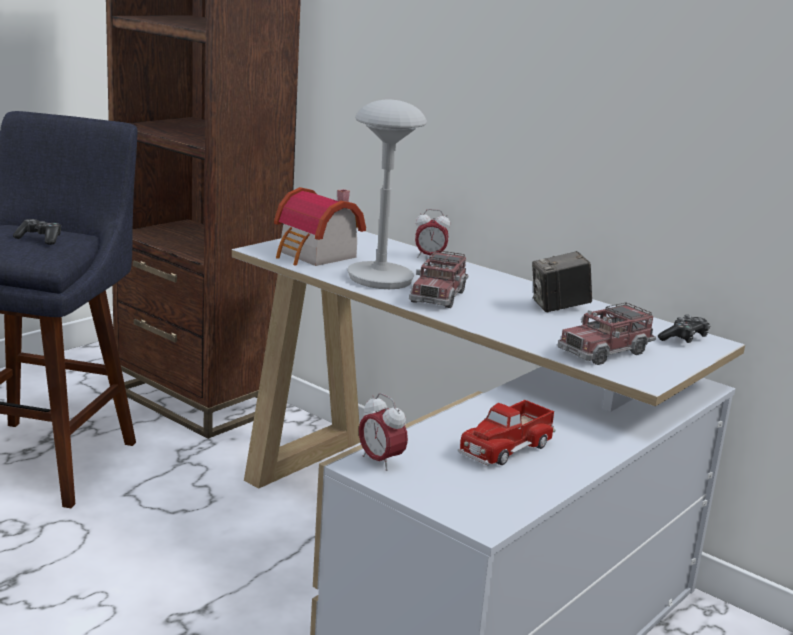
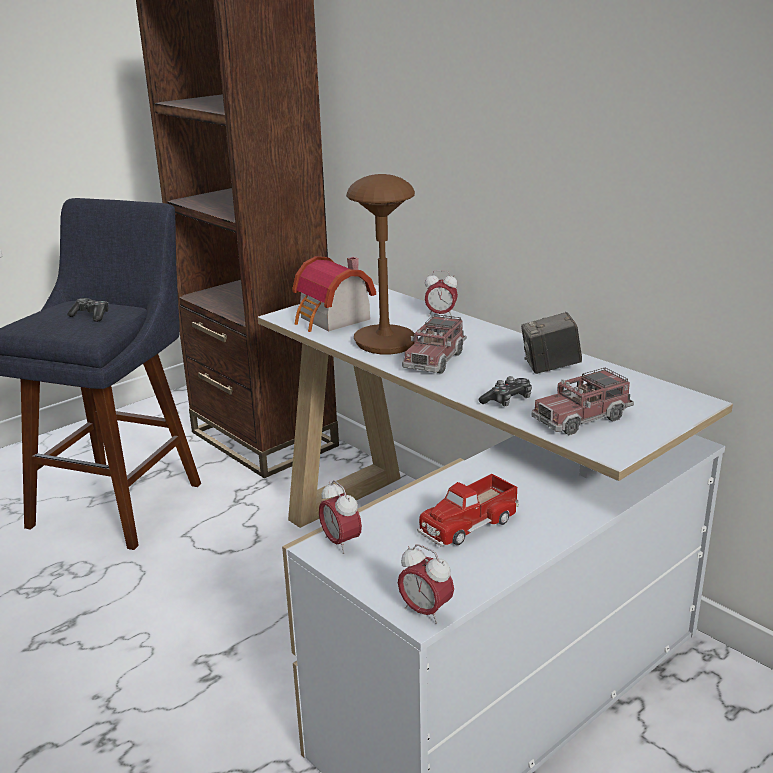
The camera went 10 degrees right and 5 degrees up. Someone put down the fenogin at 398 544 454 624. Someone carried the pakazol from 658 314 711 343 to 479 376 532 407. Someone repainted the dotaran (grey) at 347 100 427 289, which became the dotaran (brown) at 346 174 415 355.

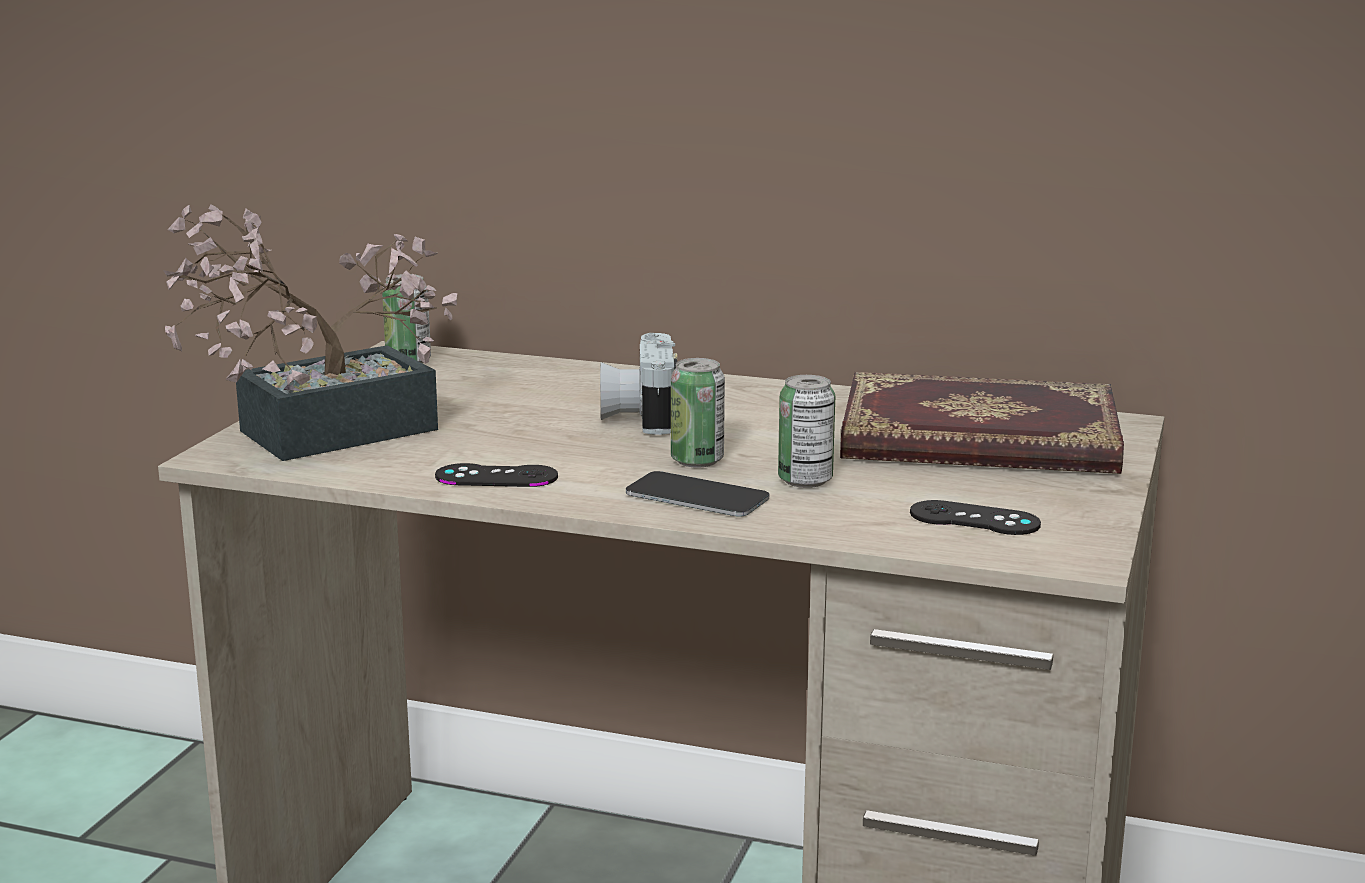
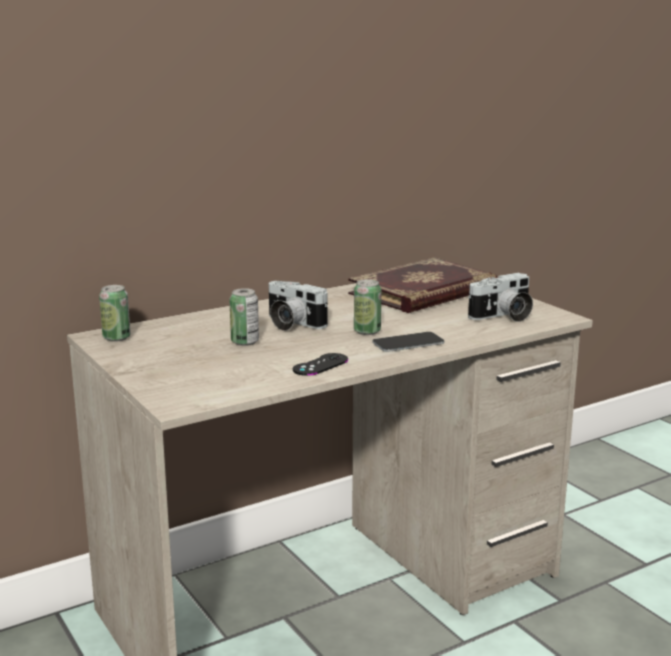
The camera went 50 degrees left and 0 degrees up. Someone took away the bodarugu at 163 204 457 461. Someone carried the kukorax from 778 375 835 488 to 229 288 259 346. Someone swapped the pakazol (black) at 910 500 1041 535 for the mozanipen at 468 273 533 322.

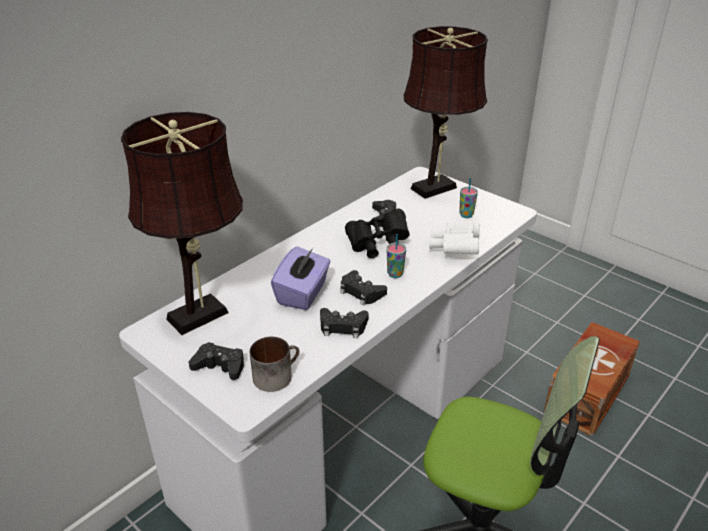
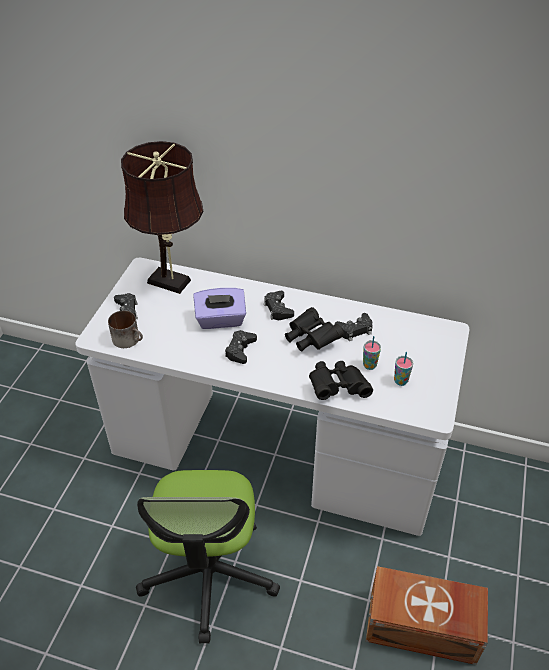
The camera went 65 degrees right and 10 degrees up. Someone took away the dotaran (brown) at 404 26 488 199. Someone carried the pakazol (black) from 320 308 369 338 to 264 291 294 320. Someone carried the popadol from 387 234 406 278 to 363 336 381 370. Someone repainted the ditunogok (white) at 429 222 479 254, which became the ditunogok (black) at 309 361 373 400.

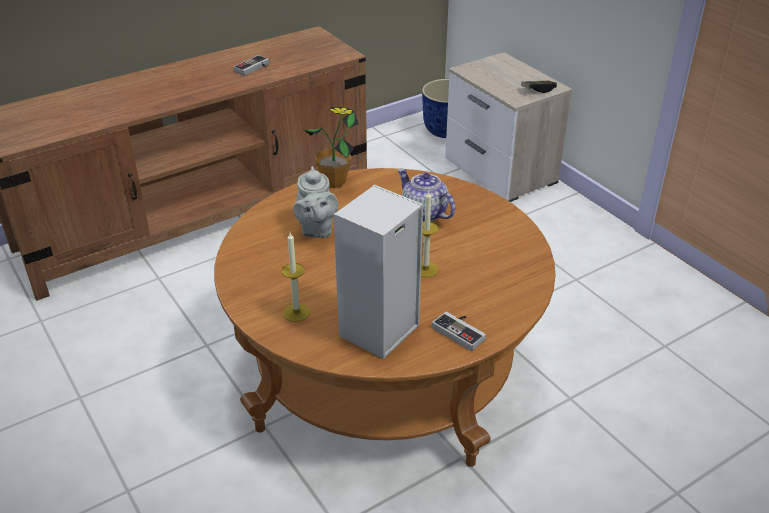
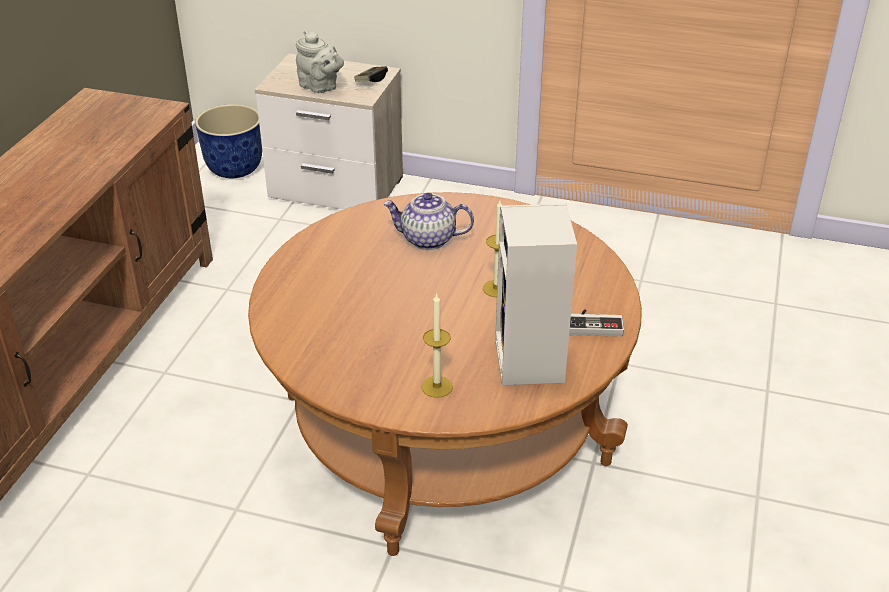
The camera went 40 degrees left and 0 degrees up. Someone took away the pakazol at 233 55 270 76. Someone took away the bodarugu at 303 107 359 188. Someone carried the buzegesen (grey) from 293 166 338 238 to 296 30 344 93.

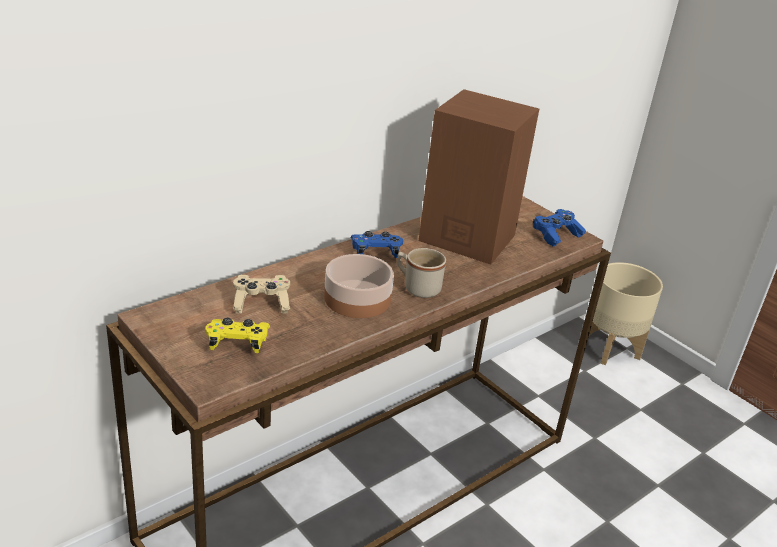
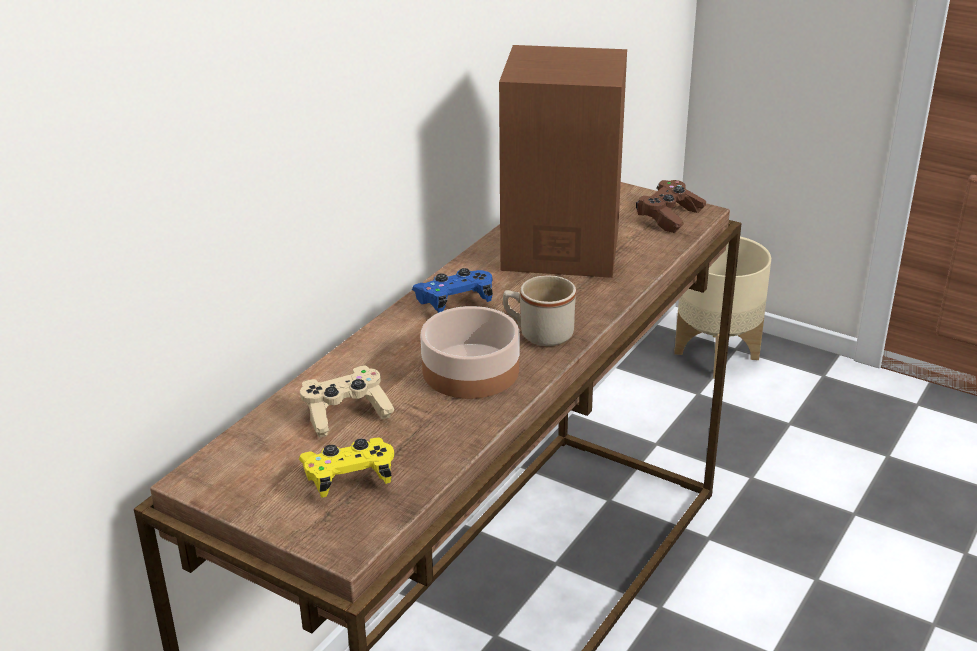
The camera went 15 degrees left and 0 degrees up. Someone repainted the pakazol (blue) at 533 209 586 246, which became the pakazol (brown) at 636 180 706 233.

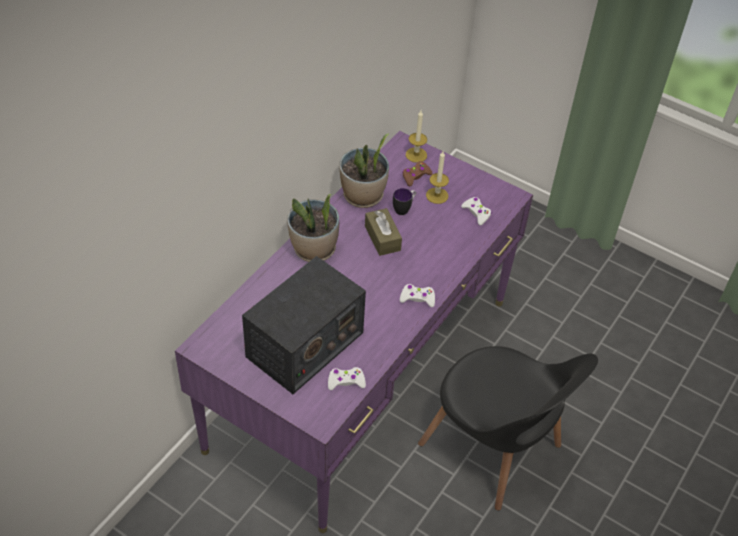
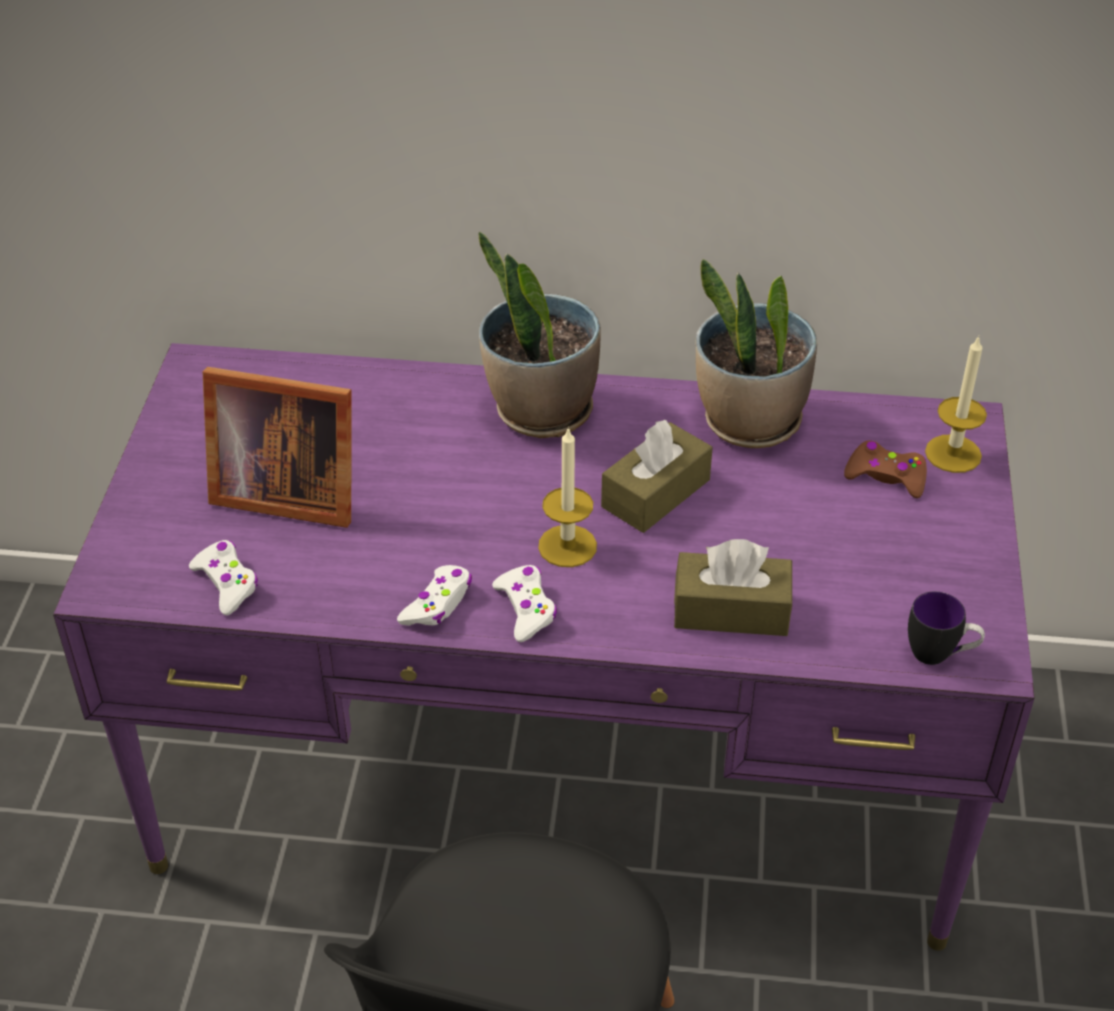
The camera went 65 degrees right and 5 degrees down. Someone put down the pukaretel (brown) at 674 539 792 636. Someone carried the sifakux from 393 188 416 215 to 908 591 985 665. Someone carried the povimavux from 426 151 449 204 to 538 427 597 567. Someone carried the pakazol (white) from 461 197 492 226 to 397 565 472 626. Someone swapped the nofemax at 242 256 366 394 for the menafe at 203 367 352 528.

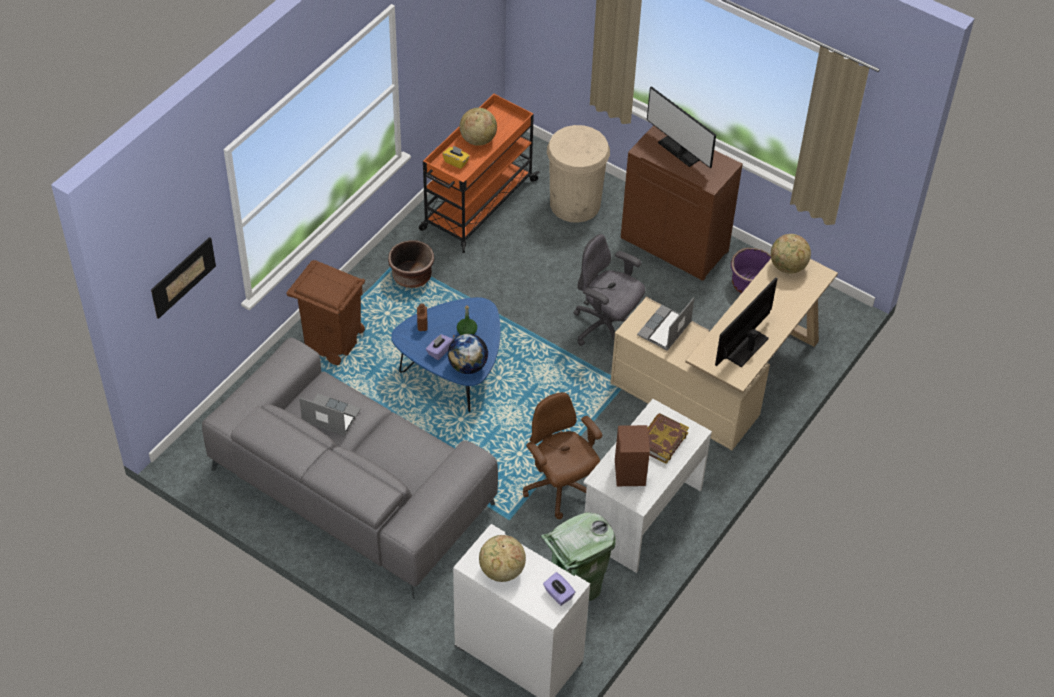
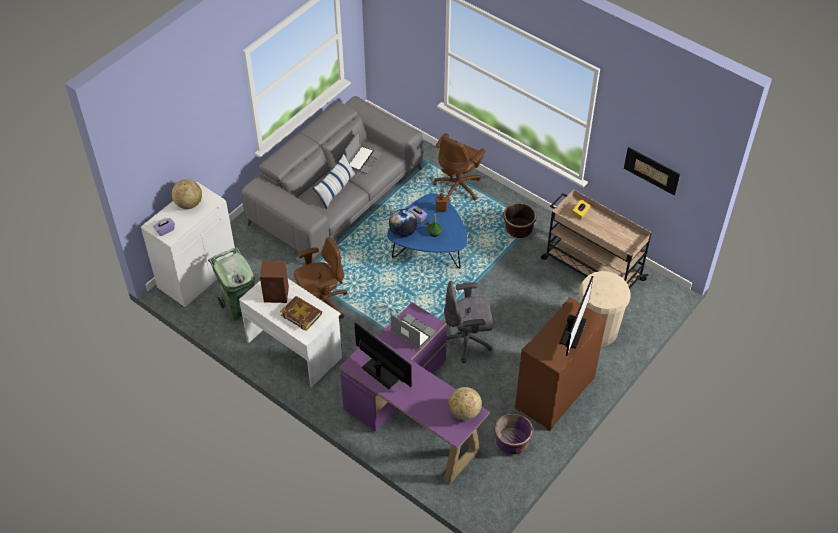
The camera went 95 degrees right and 0 degrees up. Someone took away the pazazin at 460 108 497 146. Someone put down the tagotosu at 313 153 356 209. Someone carried the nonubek from 151 237 216 319 to 624 147 680 196. Someone swapped the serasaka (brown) at 286 260 365 365 for the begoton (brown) at 433 133 486 203. Someone repainted the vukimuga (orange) at 419 94 540 253, which became the vukimuga (beige) at 541 189 652 289. Someone repainted the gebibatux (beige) at 610 259 838 451, which became the gebibatux (purple) at 339 302 490 485. Someone rotated the begoton (grey) at 574 234 645 346 by 135 degrees counterclockwise. Someone rotated the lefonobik at 647 86 716 168 by 150 degrees clockwise.

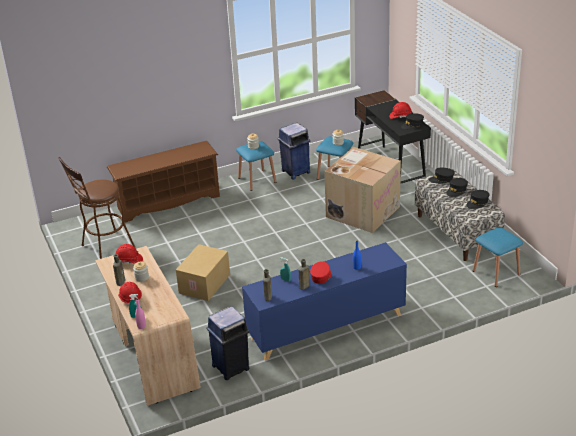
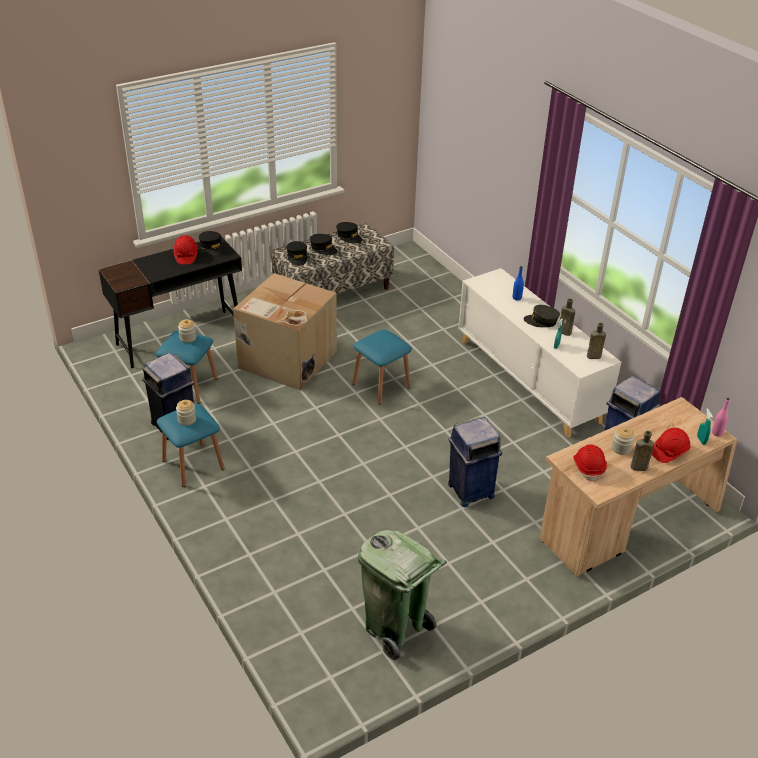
The camera went 100 degrees left and 5 degrees up. Someone took away the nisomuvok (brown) at 107 141 220 223. Someone carried the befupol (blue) from 473 227 523 287 to 353 329 412 405. Someone swapped the befupol (brown) at 58 157 135 259 for the serasaka (green) at 358 530 447 662. Someone swapped the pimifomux at 176 244 230 301 for the serasaka (blue) at 448 417 502 507. Someone repainted the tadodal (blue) at 242 242 407 361, which became the tadodal (white) at 458 268 621 438. Someone repainted the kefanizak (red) at 310 261 331 284, which became the kefanizak (grey) at 524 305 560 327.

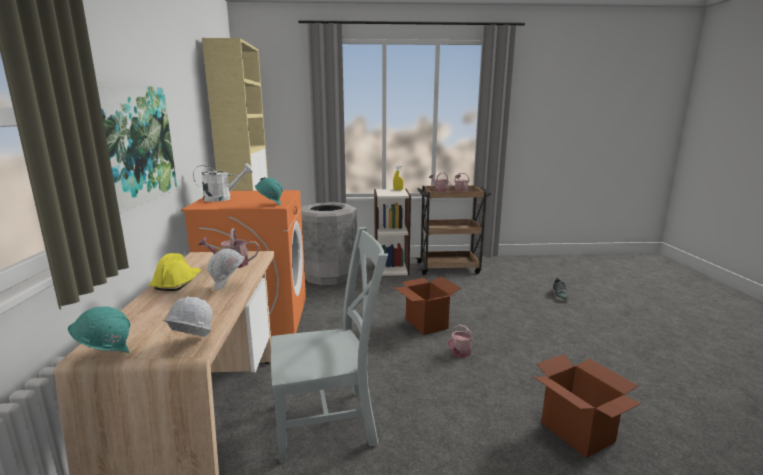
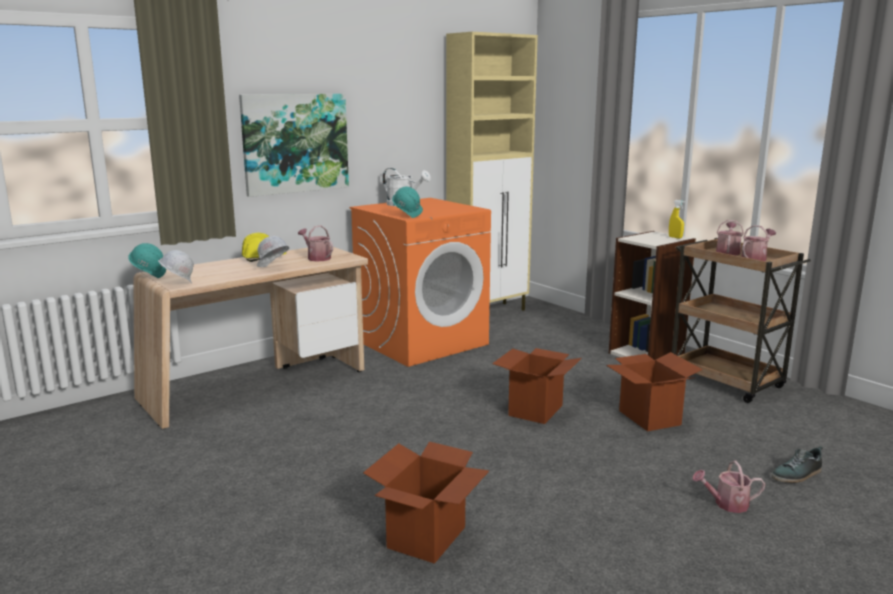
The camera went 55 degrees right and 0 degrees up. Someone took away the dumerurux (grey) at 271 227 388 463. Someone took away the serasaka (grey) at 301 202 357 285. Someone put down the pimifomux at 606 352 702 431. Someone carried the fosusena from 447 324 473 358 to 692 461 765 513.

